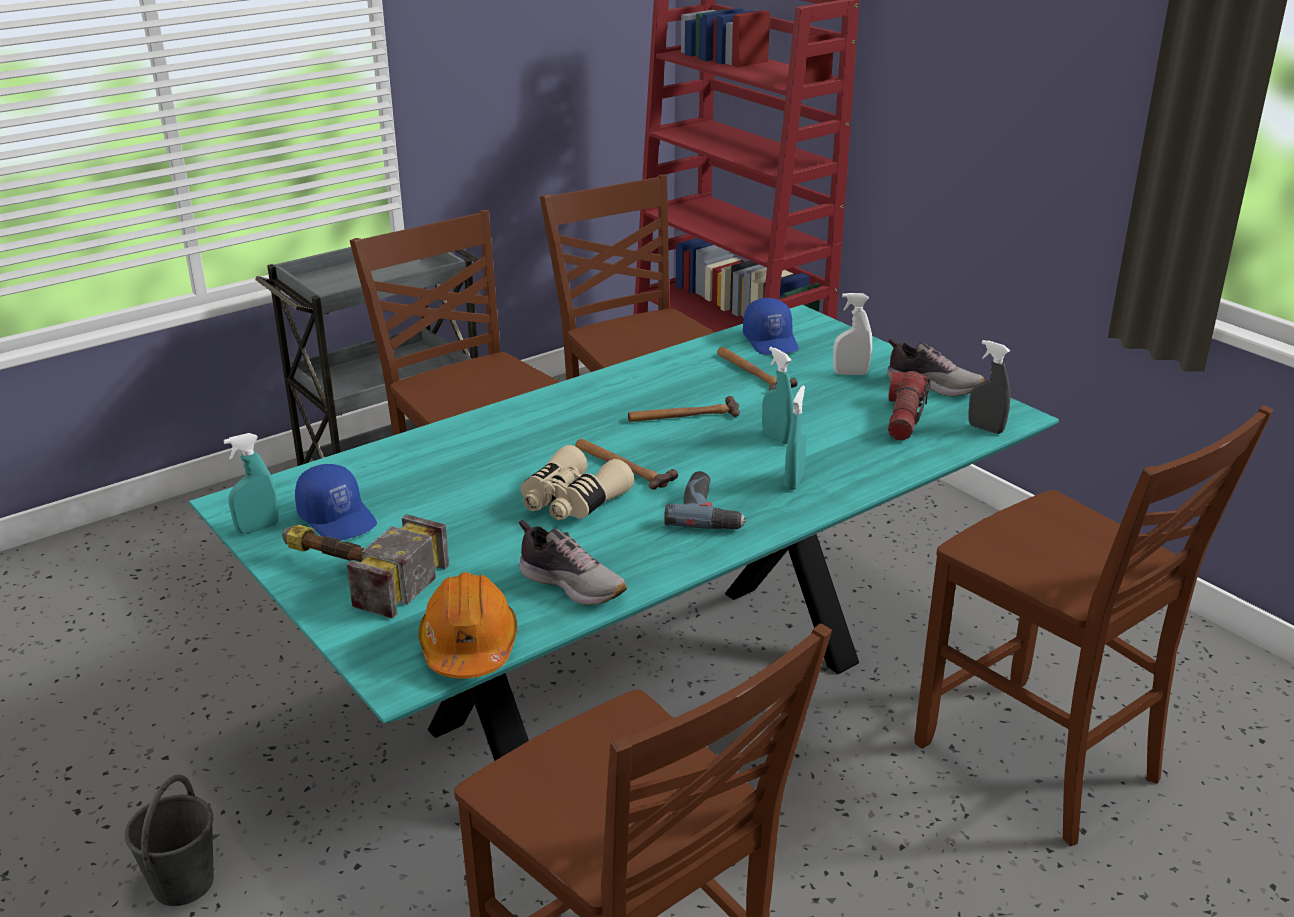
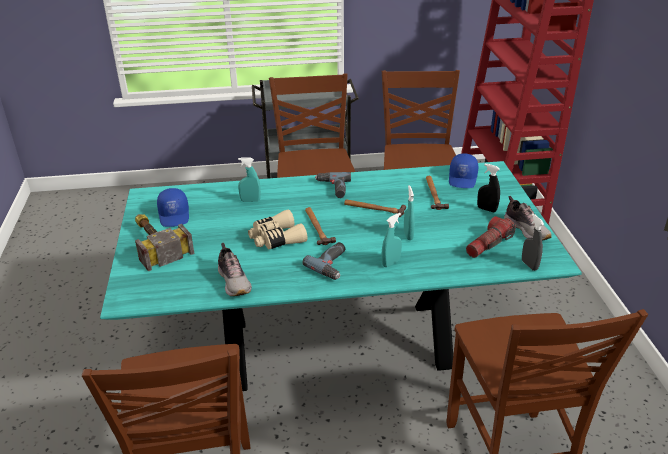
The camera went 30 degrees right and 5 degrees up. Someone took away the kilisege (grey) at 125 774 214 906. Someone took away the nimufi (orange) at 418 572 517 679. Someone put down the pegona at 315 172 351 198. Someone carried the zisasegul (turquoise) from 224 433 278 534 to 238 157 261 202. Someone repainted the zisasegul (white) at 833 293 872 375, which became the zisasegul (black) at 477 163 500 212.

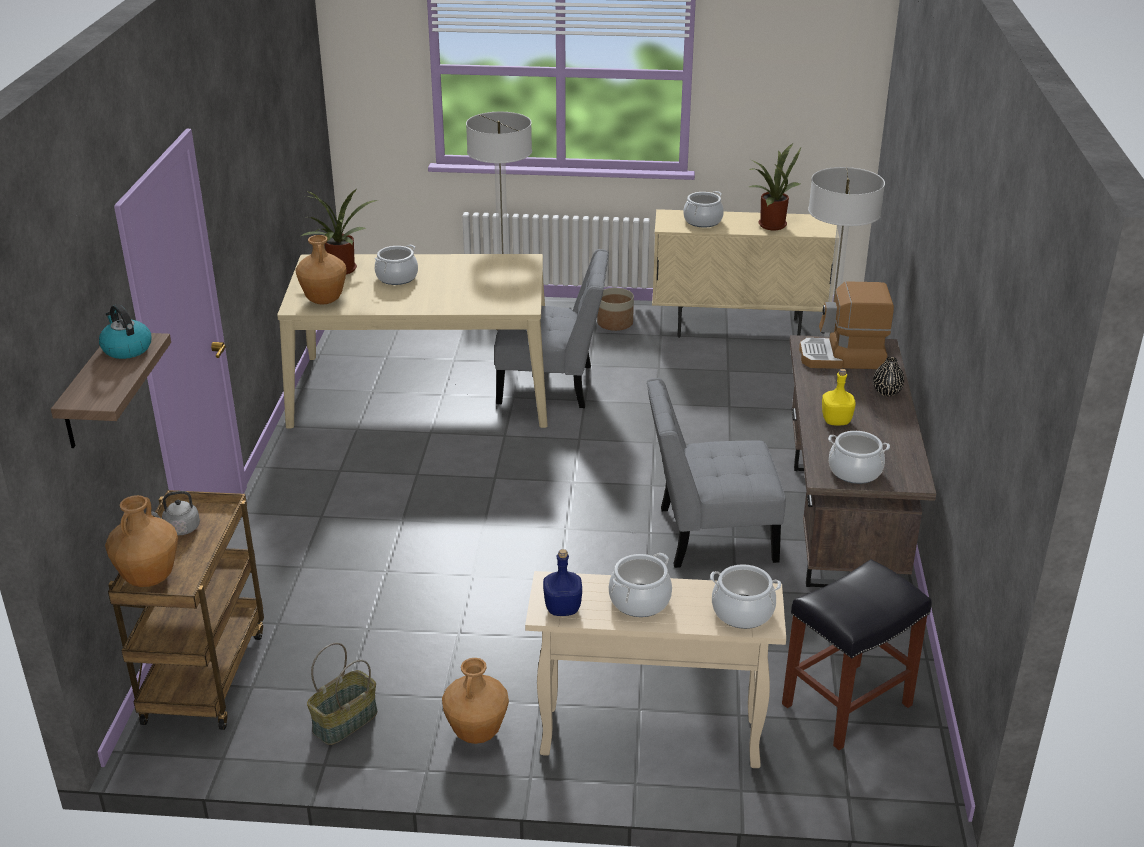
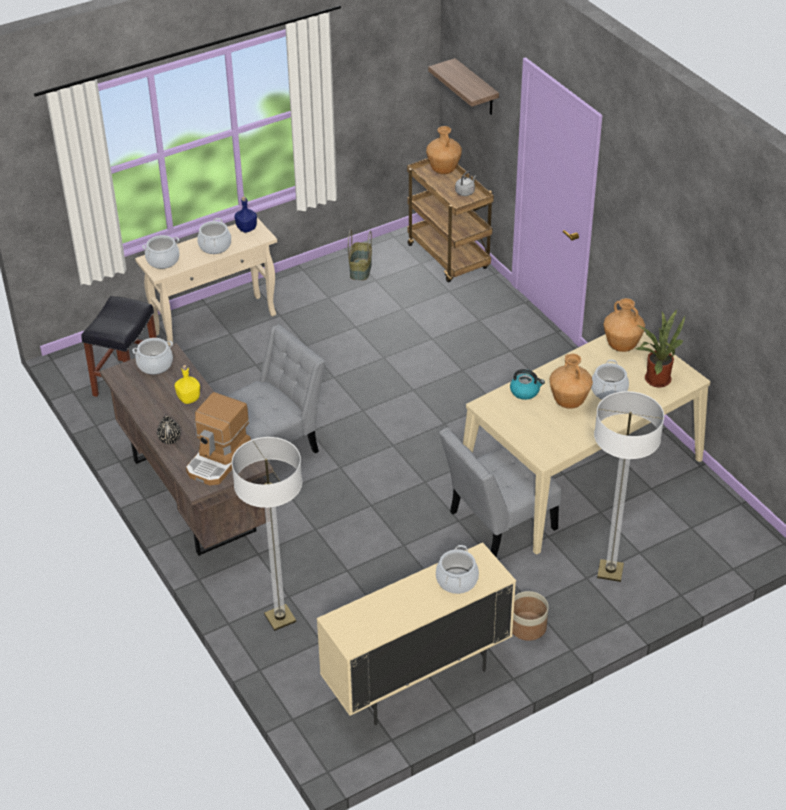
The camera went 145 degrees right and 10 degrees up. Someone took away the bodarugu at 749 144 801 230. Someone carried the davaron from 99 304 152 359 to 510 369 545 400. Someone carried the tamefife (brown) from 442 658 509 744 to 550 354 593 409. Someone rotated the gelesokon at 799 281 894 369 by 150 degrees clockwise.

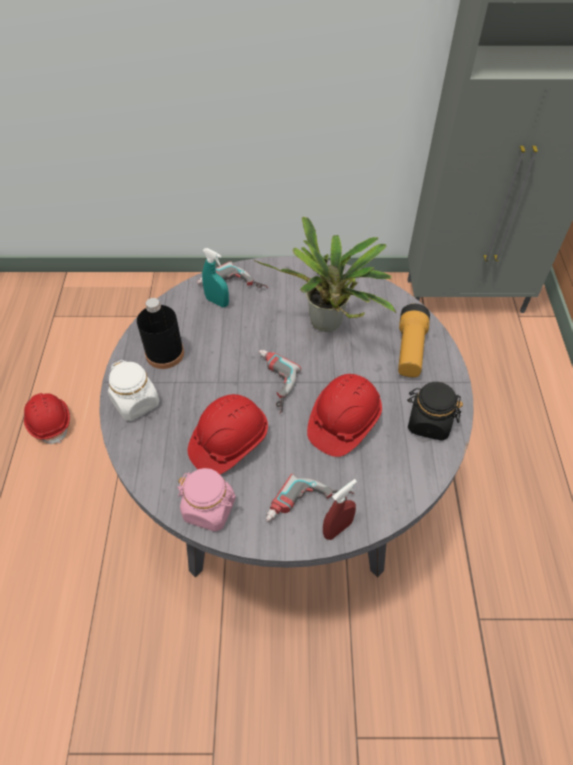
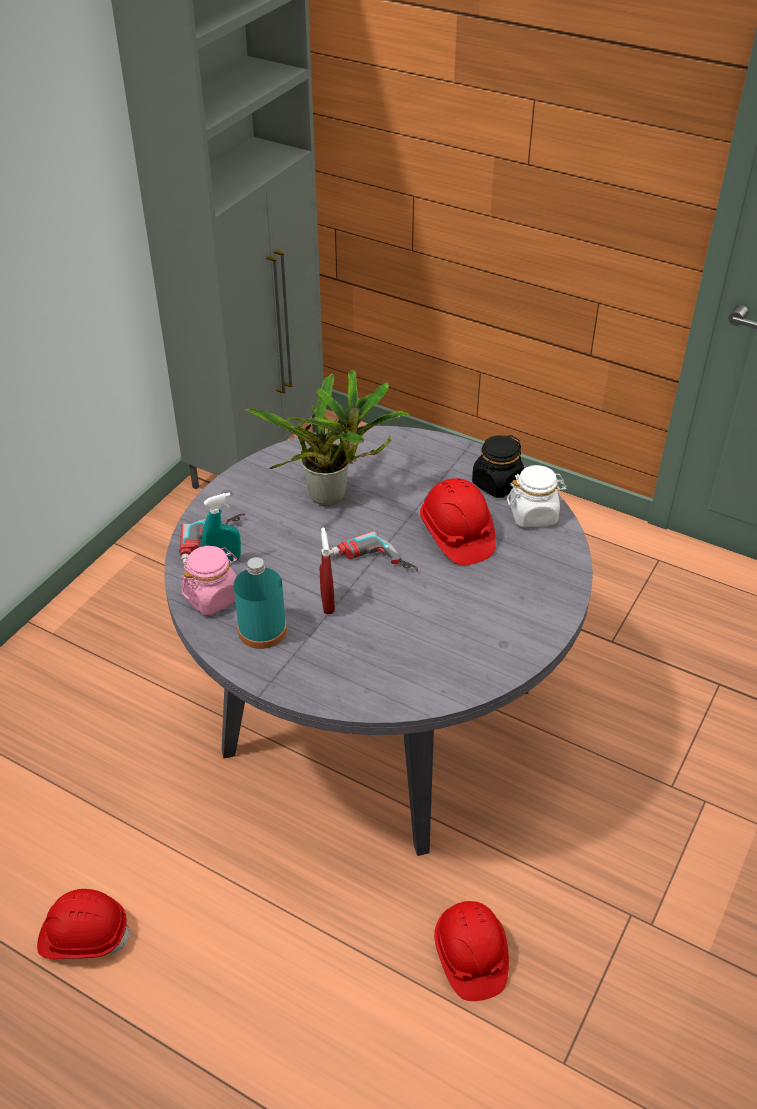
The camera went 60 degrees left and 10 degrees down. Someone took away the pegona at 266 474 354 521. Someone took away the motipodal at 398 304 430 377. Someone carried the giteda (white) from 108 360 160 421 to 507 465 566 527. Someone carried the giteda (pink) from 177 468 236 532 to 181 546 237 615. Someone carried the nimufi (red) from 187 394 268 474 to 434 901 509 1001. Someone carried the zisasegul (red) from 323 479 357 540 to 320 528 335 614. Someone repainted the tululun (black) at 137 298 184 369, which became the tululun (turquoise) at 233 557 287 649.

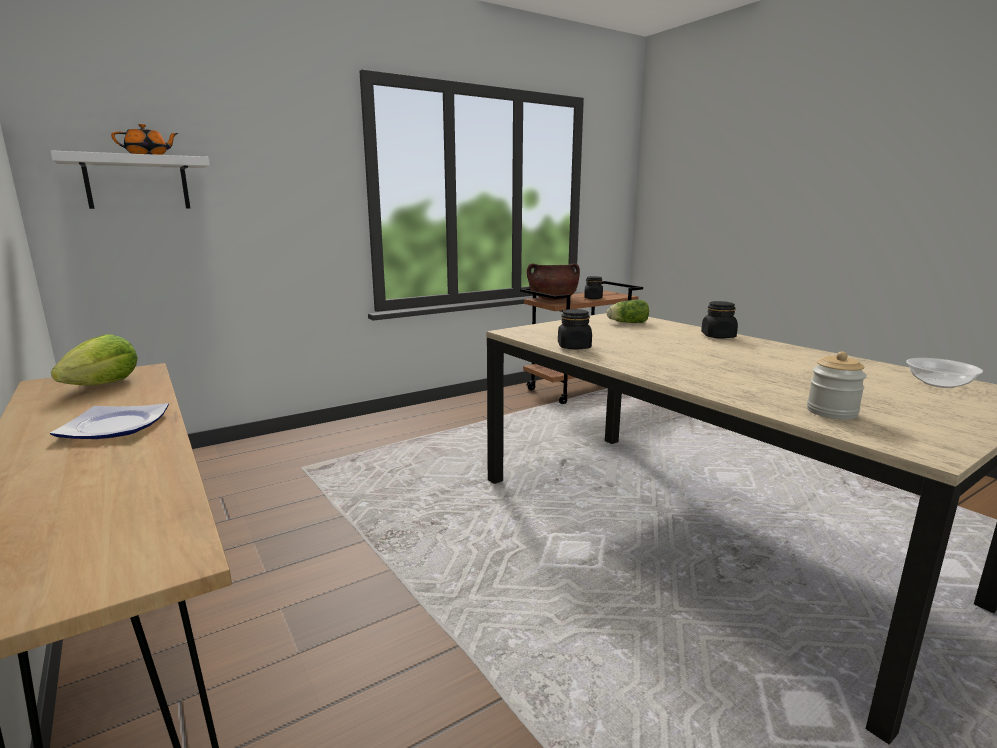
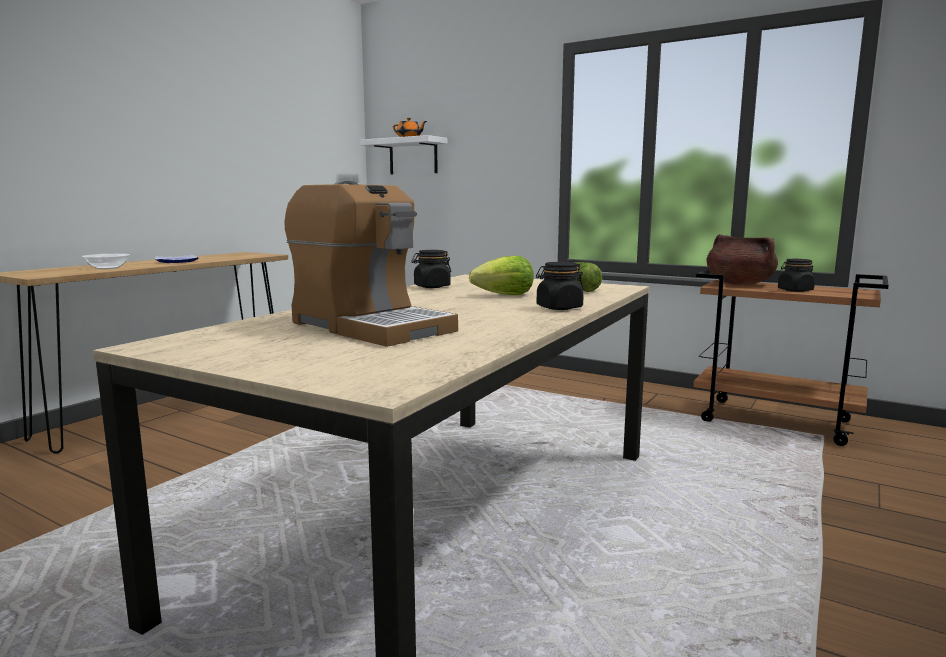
The camera went 65 degrees right and 5 degrees down. Someone took away the giteda at 807 351 867 420. Someone put down the gelesokon at 284 181 458 347. Someone carried the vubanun from 51 334 138 385 to 469 256 534 295. Someone carried the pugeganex from 906 358 983 388 to 82 253 130 269.

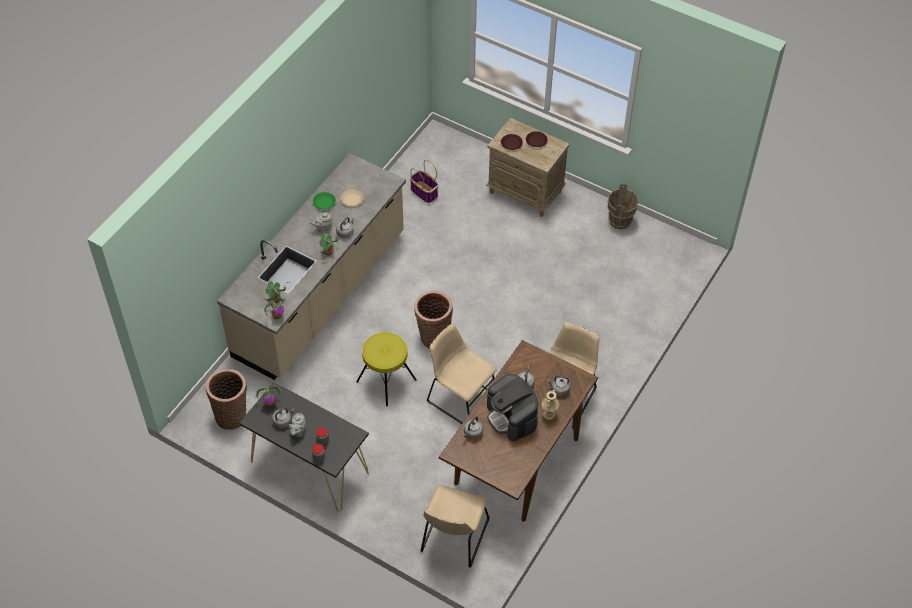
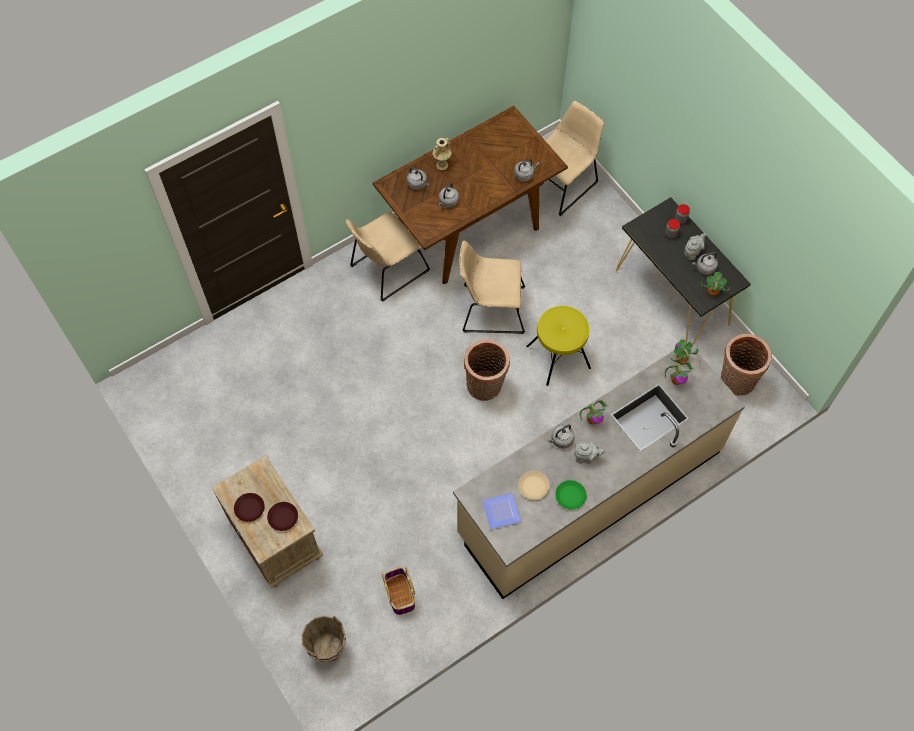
The camera went 155 degrees left and 10 degrees up. Someone took away the gelesokon at 487 374 538 441. Someone put down the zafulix at 482 492 522 529. Someone carried the kilisege (brown) from 607 184 639 229 to 301 616 346 663. Someone rotated the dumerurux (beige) at 427 323 496 424 by 120 degrees clockwise.

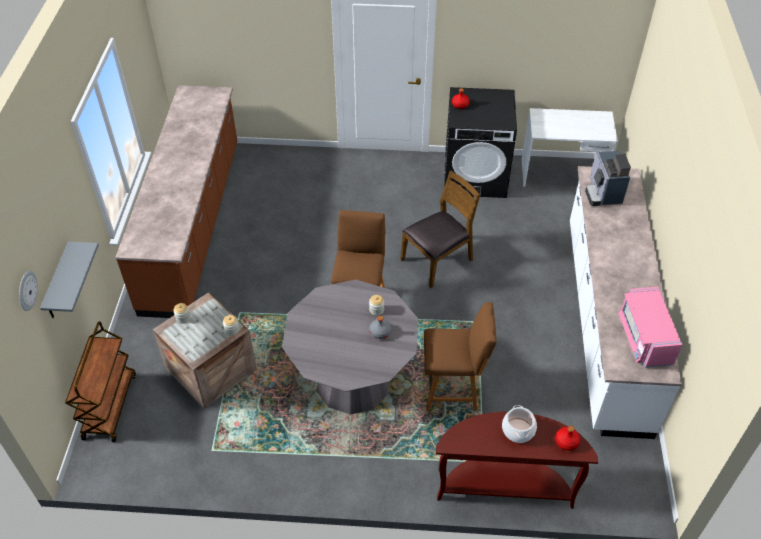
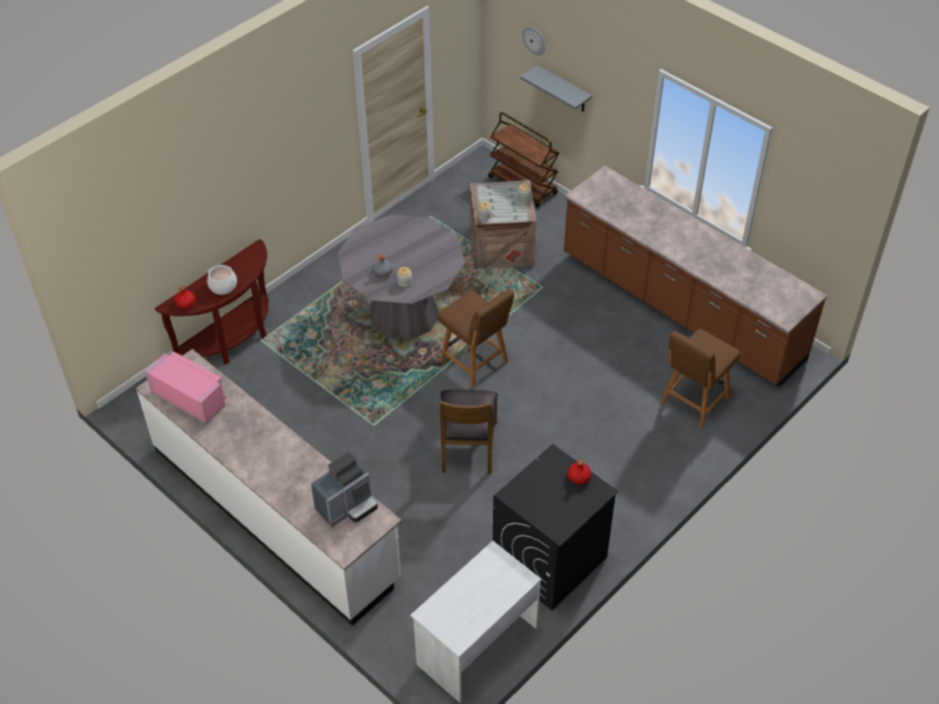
The camera went 130 degrees right and 0 degrees up. Someone carried the dumerurux (brown) from 424 302 496 411 to 660 329 740 429. Someone rotated the gelesokon at 585 151 631 206 by 105 degrees clockwise.

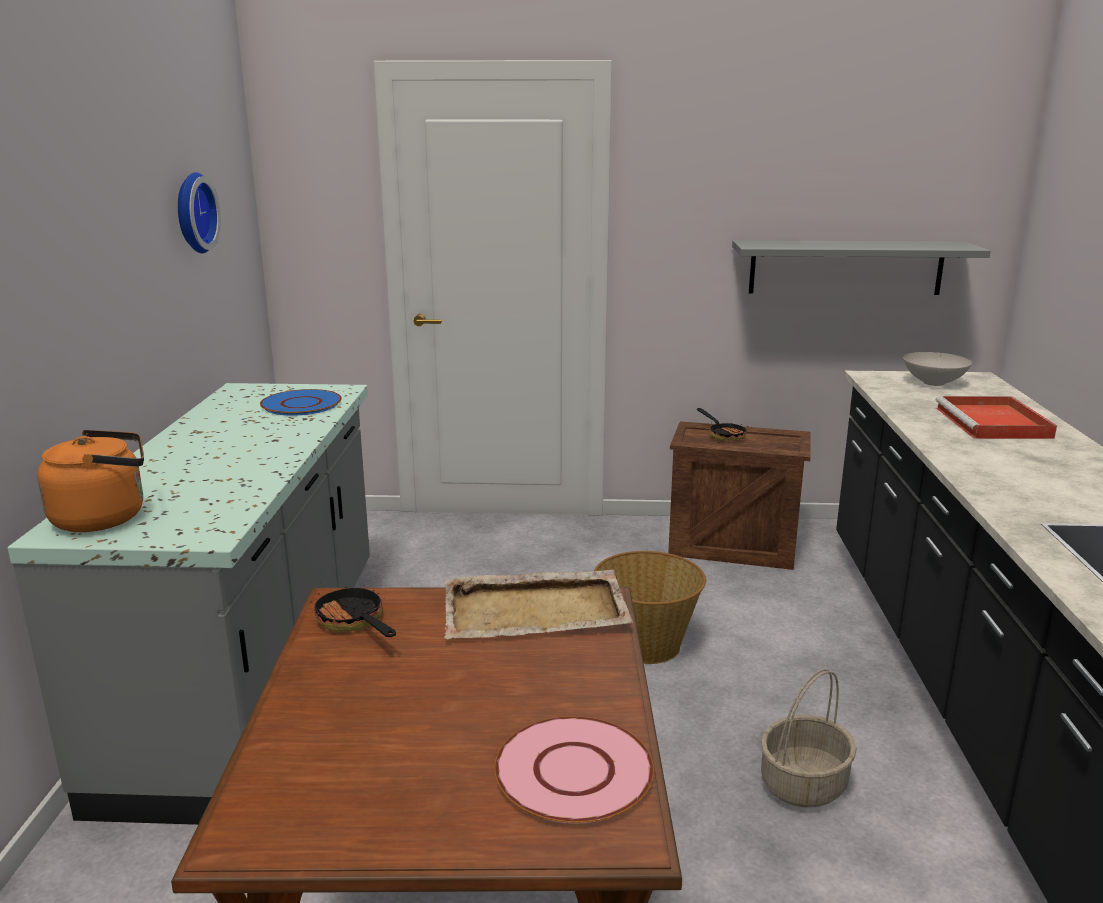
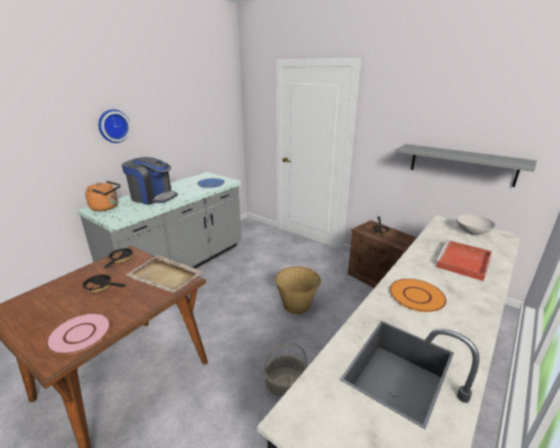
The camera went 35 degrees right and 5 degrees up. Someone put down the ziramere at 82 273 126 293. Someone put down the gelesokon at 122 157 178 205. Someone put down the zafulix (orange) at 390 279 447 312. Someone carried the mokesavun from 178 172 221 254 to 98 109 131 143.

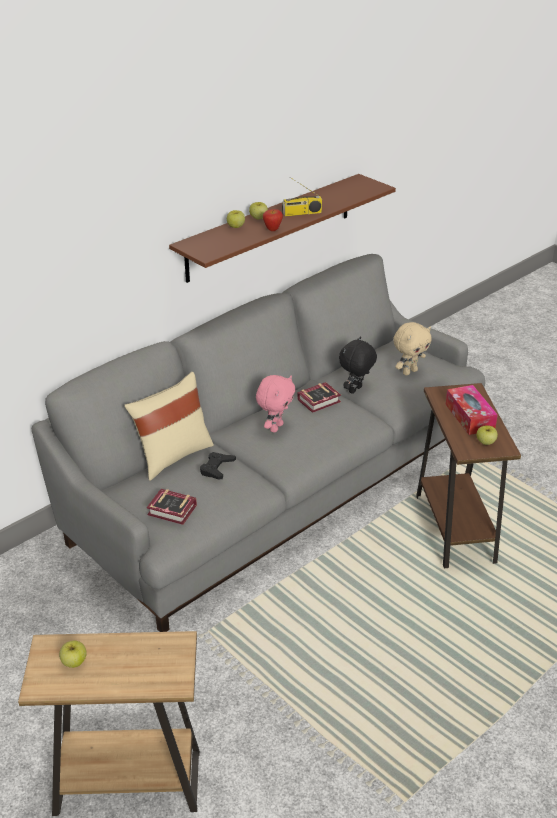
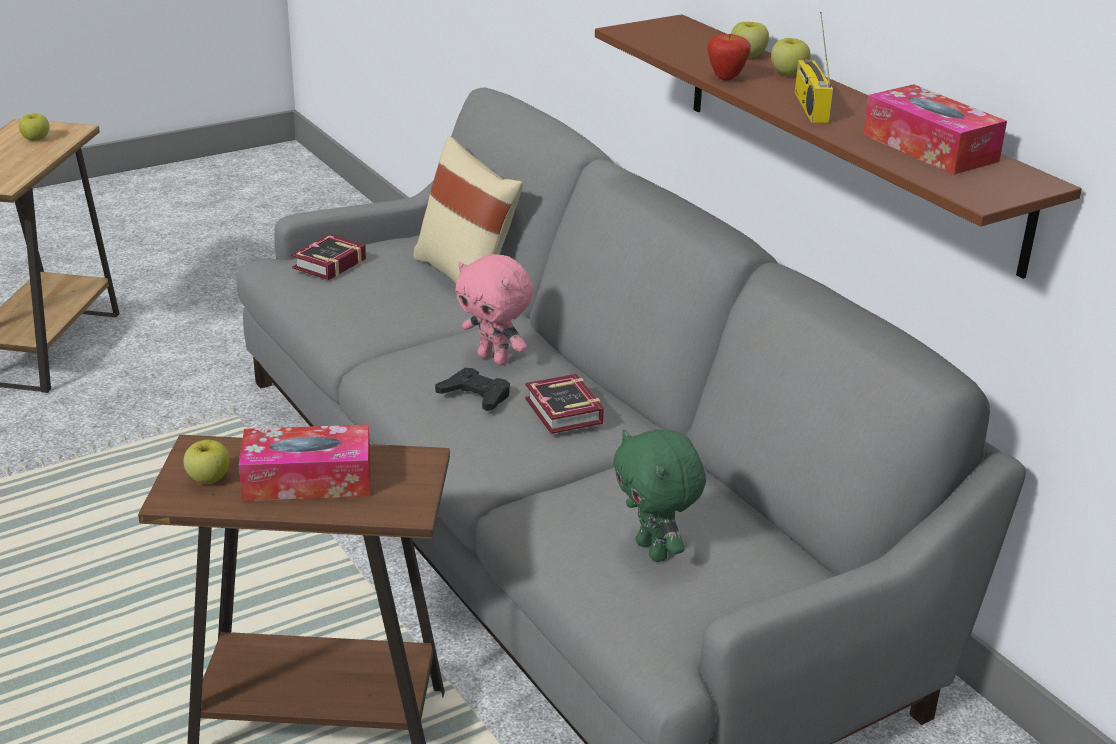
The camera went 100 degrees right and 5 degrees down. Someone took away the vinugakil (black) at 339 337 377 394. Someone put down the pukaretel at 863 84 1007 175. Someone carried the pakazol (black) from 200 452 236 480 to 435 368 510 411. Someone repainted the vinugakil (beige) at 393 322 432 376, which became the vinugakil (green) at 613 429 706 562.

